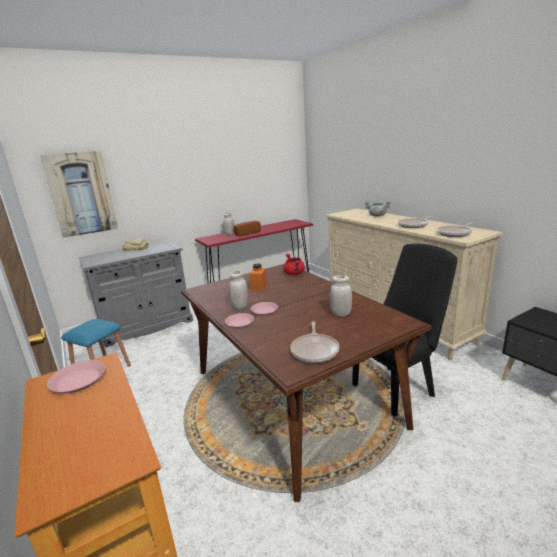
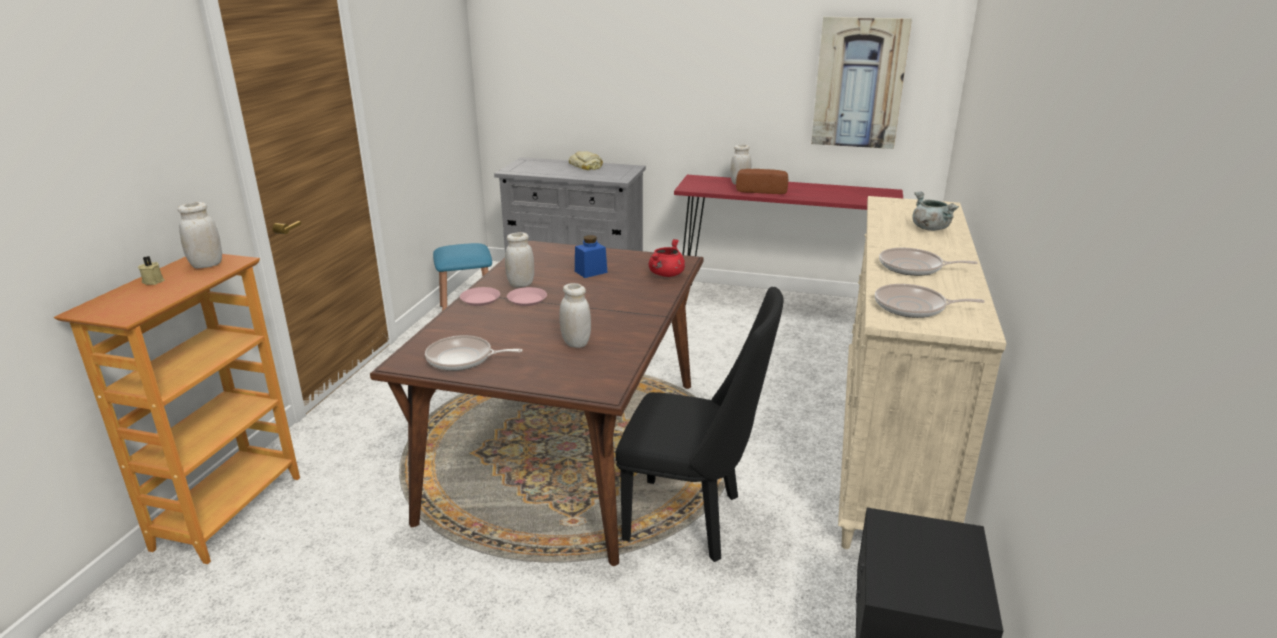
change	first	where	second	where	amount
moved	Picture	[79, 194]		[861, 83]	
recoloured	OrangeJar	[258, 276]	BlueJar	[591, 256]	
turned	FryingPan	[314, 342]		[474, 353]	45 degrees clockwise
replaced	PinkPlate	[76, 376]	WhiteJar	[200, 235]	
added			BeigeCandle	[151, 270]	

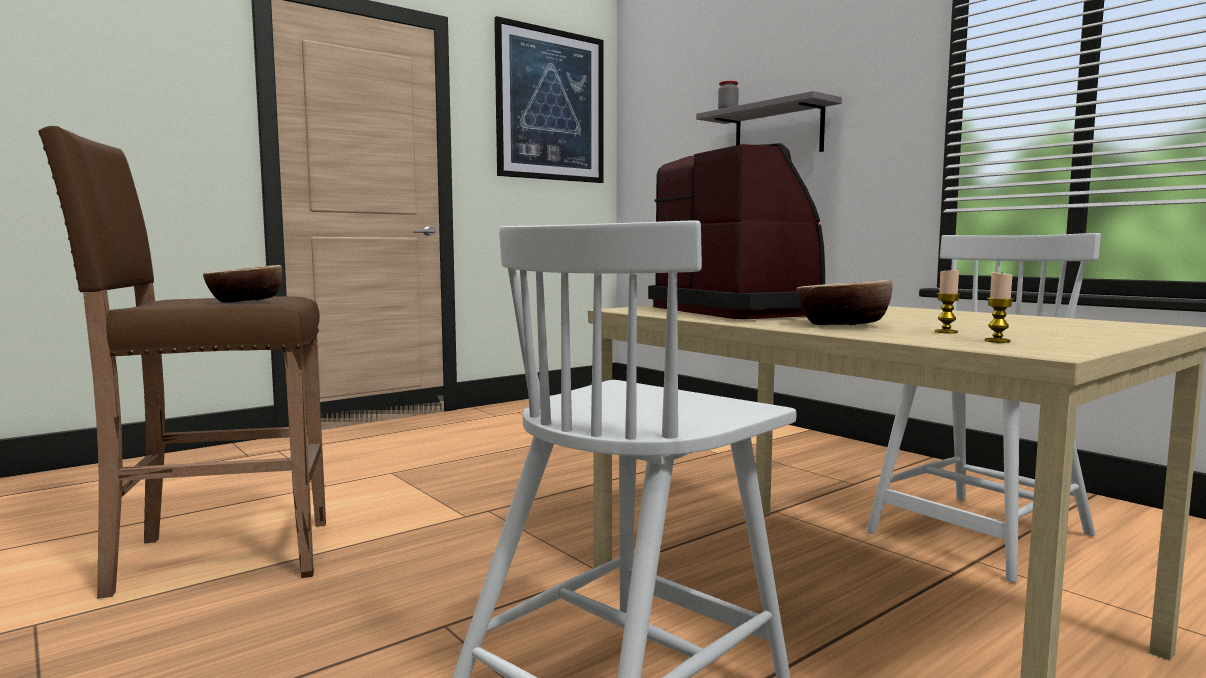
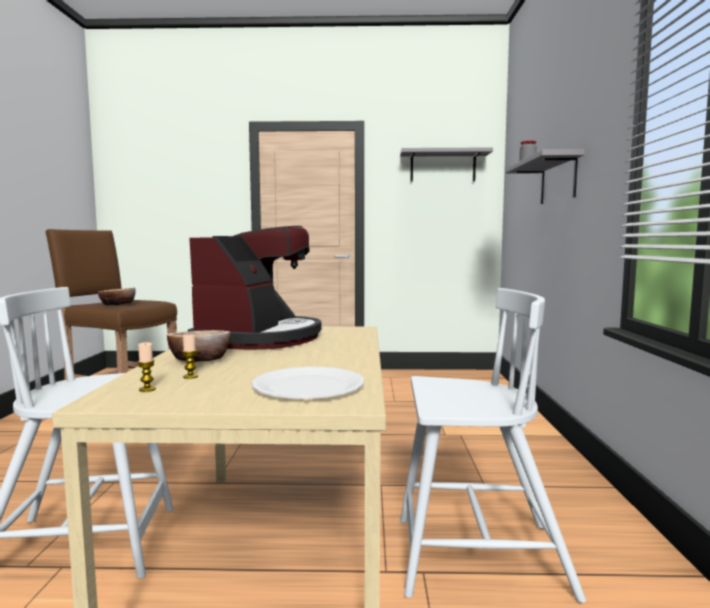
change	first	where	second	where	amount
replaced	Picture	[548, 99]	GreyShelf	[446, 164]	
added			WhitePlate	[308, 383]	

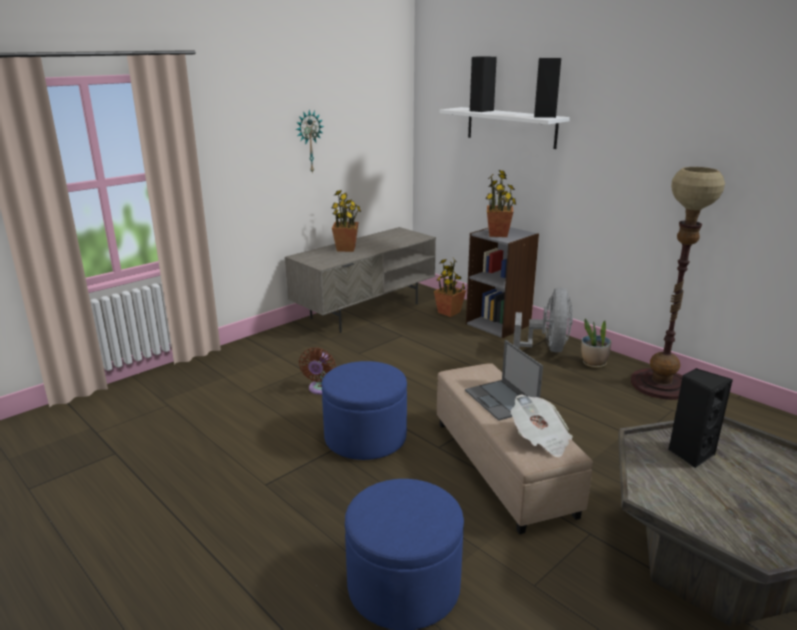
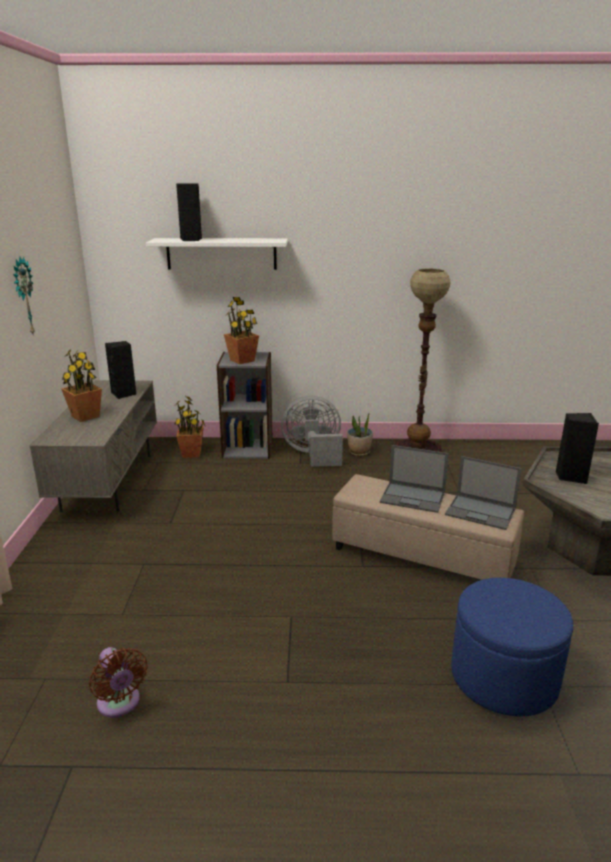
change	first	where	second	where	amount
moved	BlackSpeaker	[547, 88]		[120, 370]	
turned	GreyFan	[543, 319]		[312, 431]	60 degrees counterclockwise
moved	BrownFan	[317, 371]		[118, 682]	
removed	BlueOttoman	[364, 410]			
replaced	Newspaper	[542, 425]	Laptop	[483, 493]	

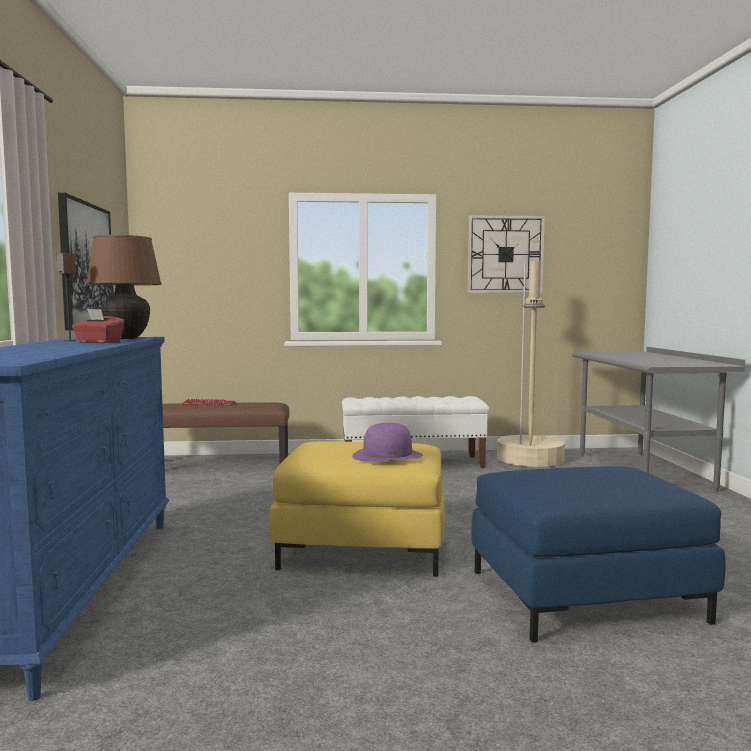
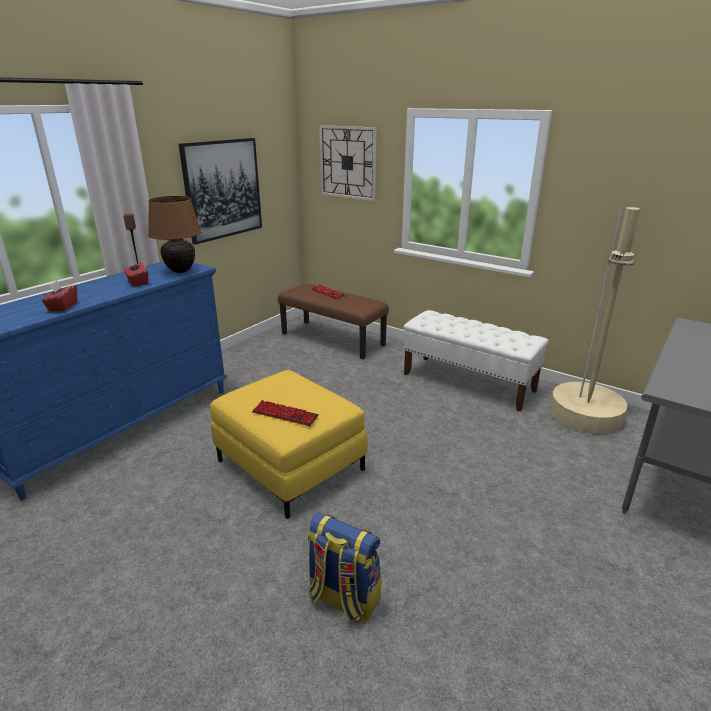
change	first	where	second	where	amount
moved	WallClock	[506, 254]		[348, 163]	
replaced	PurpleHat	[387, 442]	Keyboard	[285, 413]	
replaced	BlueOttoman	[598, 554]	Backpack	[344, 568]	
added			RedTissueBox	[59, 296]	

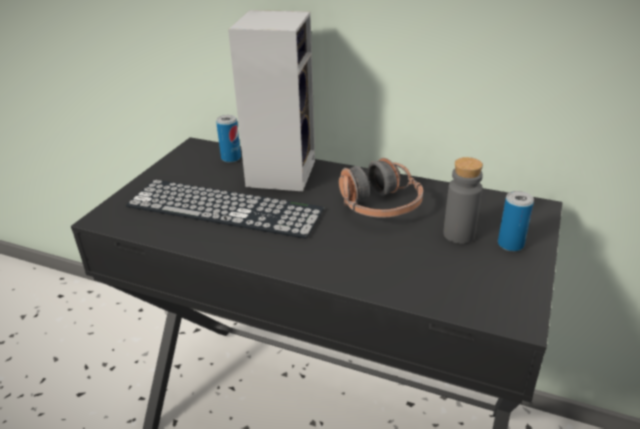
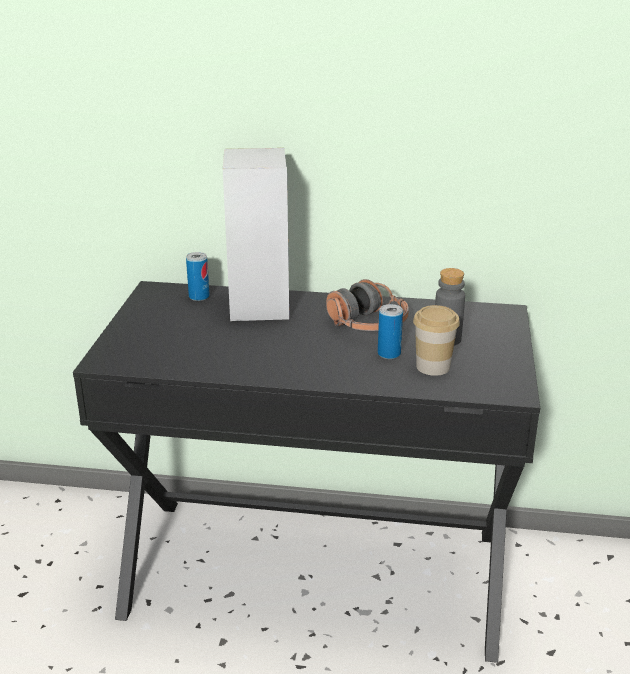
change	first	where	second	where	amount
removed	Keyboard	[225, 209]			
moved	Can	[516, 221]		[390, 331]	
added			Cup	[436, 340]	

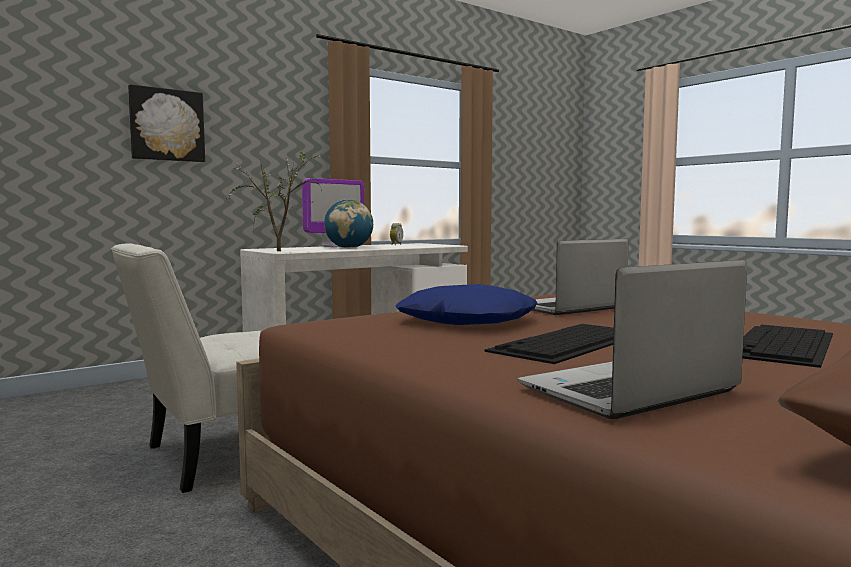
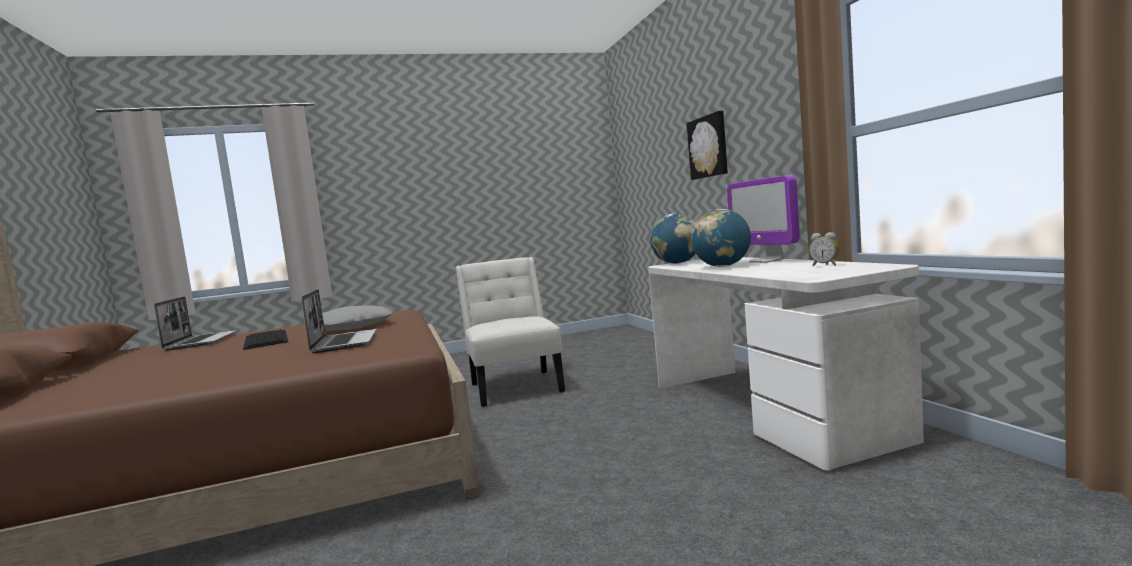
change	first	where	second	where	amount
replaced	PottedPlant	[274, 201]	Globe	[673, 238]	
recoloured	BluePillow	[466, 304]	GreyPillow	[357, 318]	
removed	Keyboard	[787, 346]			

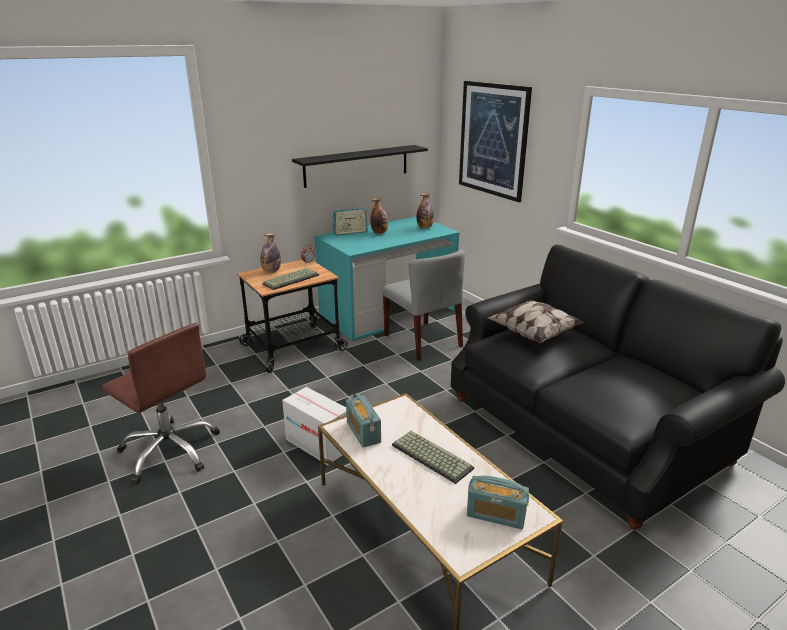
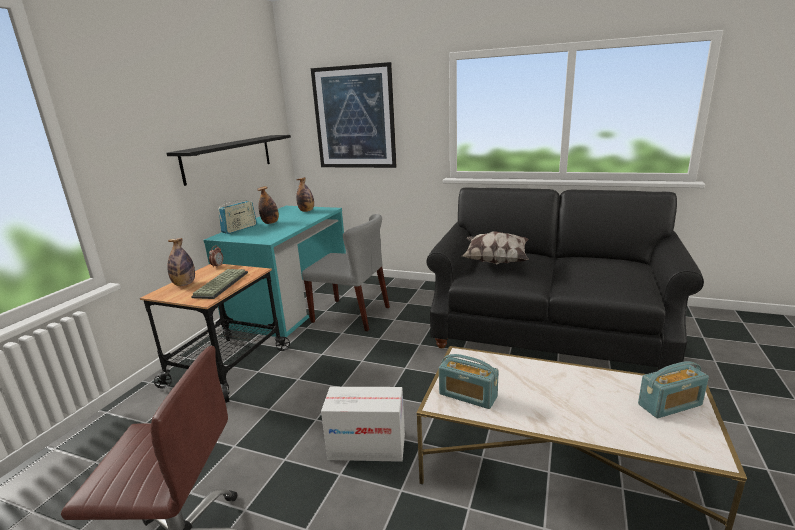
change	first	where	second	where	amount
removed	Keyboard	[433, 457]			

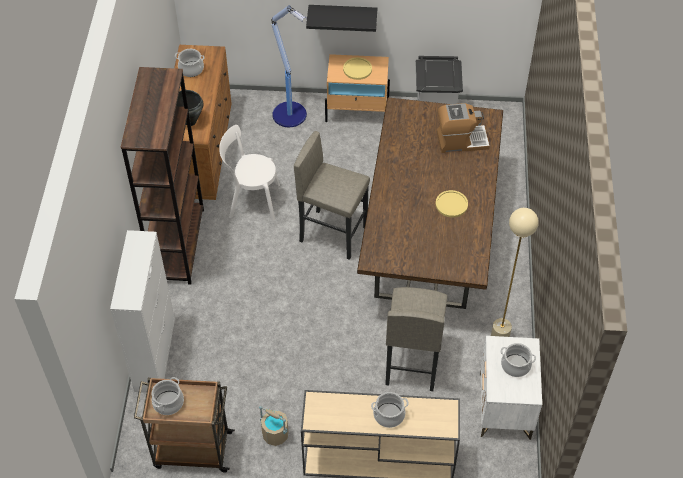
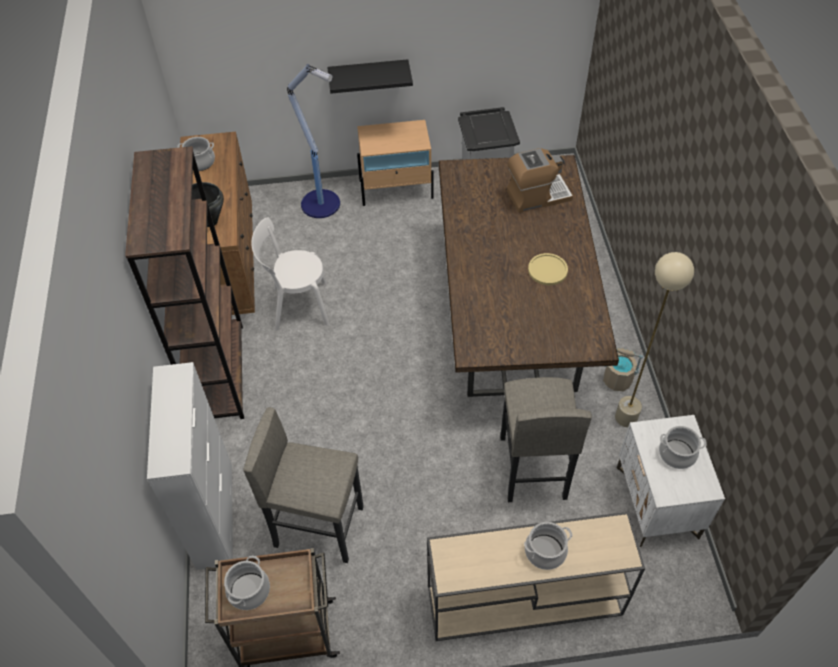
change	first	where	second	where	amount
removed	YellowPlate	[357, 68]			
moved	GreyStool	[332, 195]		[303, 485]	
moved	BeigeBucket	[273, 426]		[623, 369]	

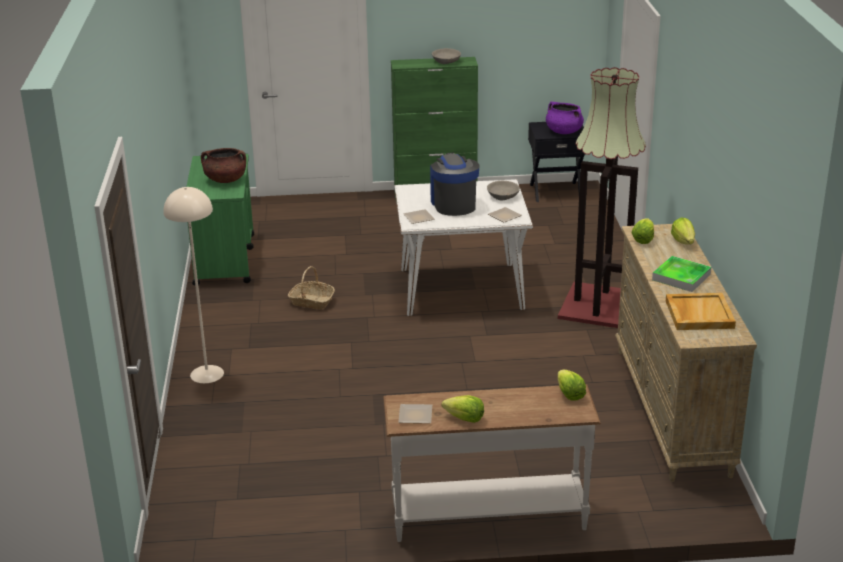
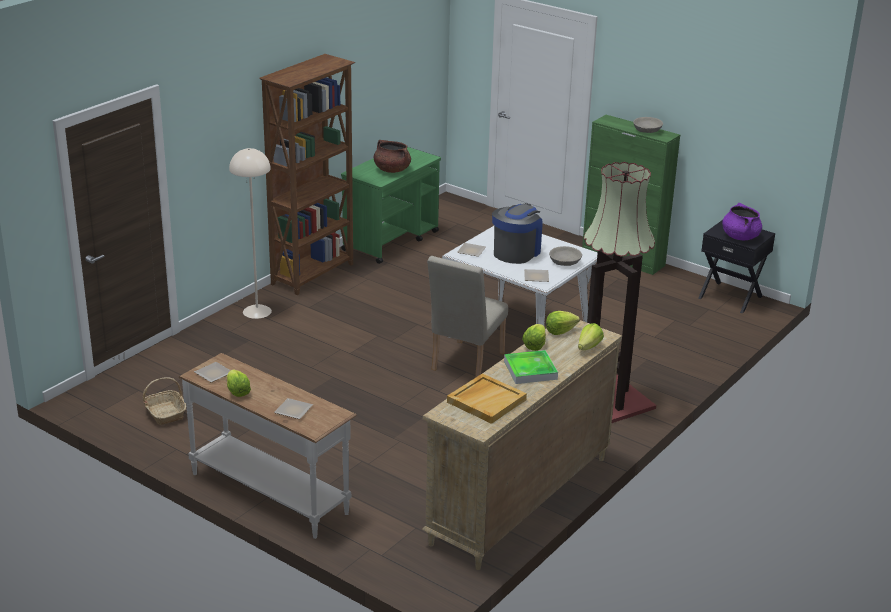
change	first	where	second	where	amount
moved	Basket	[311, 288]		[164, 401]	
moved	Lettuce	[572, 385]		[534, 337]	
added			BrownBookcase	[307, 174]	
added			BeigeChair	[467, 317]	
added			Plate	[293, 408]	

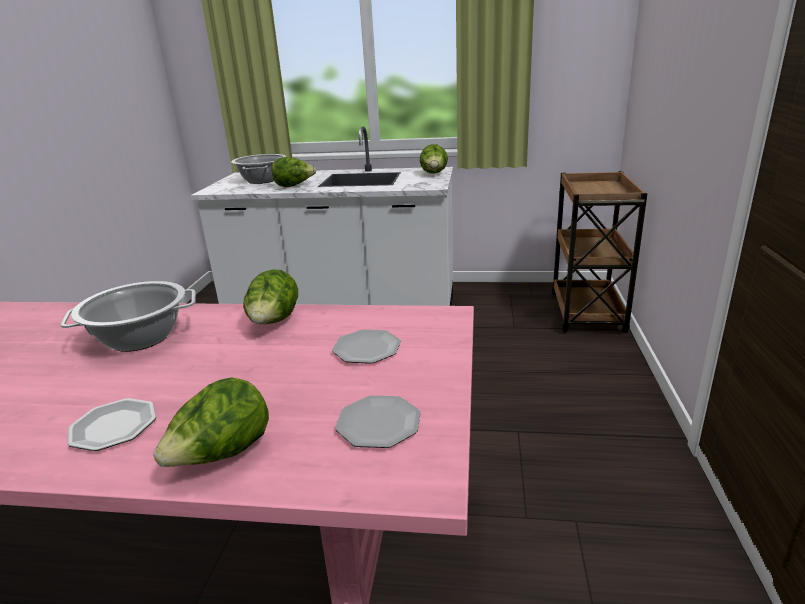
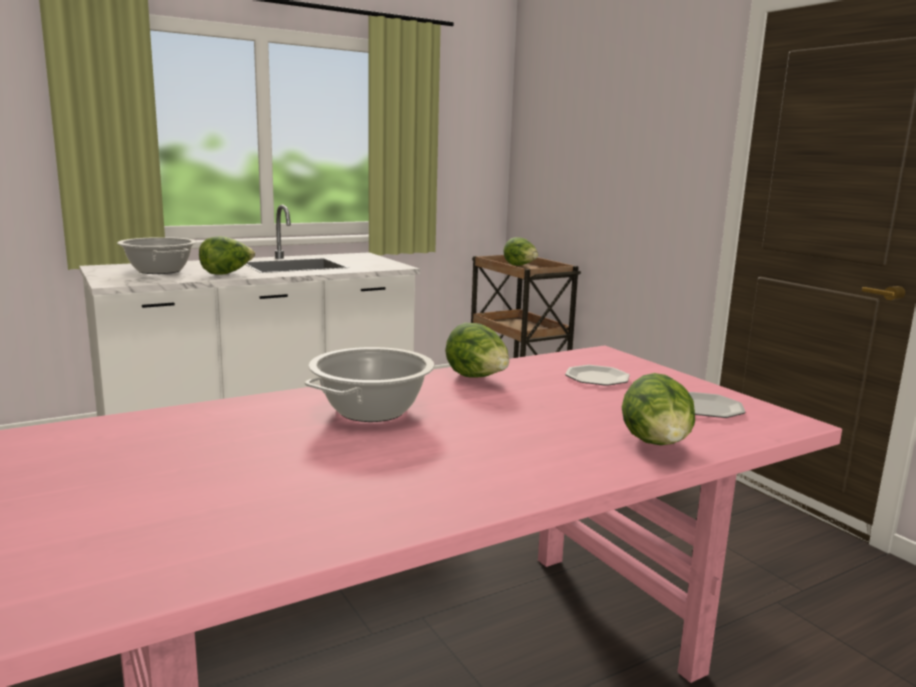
change	first	where	second	where	amount
moved	Lettuce	[434, 159]		[520, 251]	
removed	Plate	[112, 424]			

